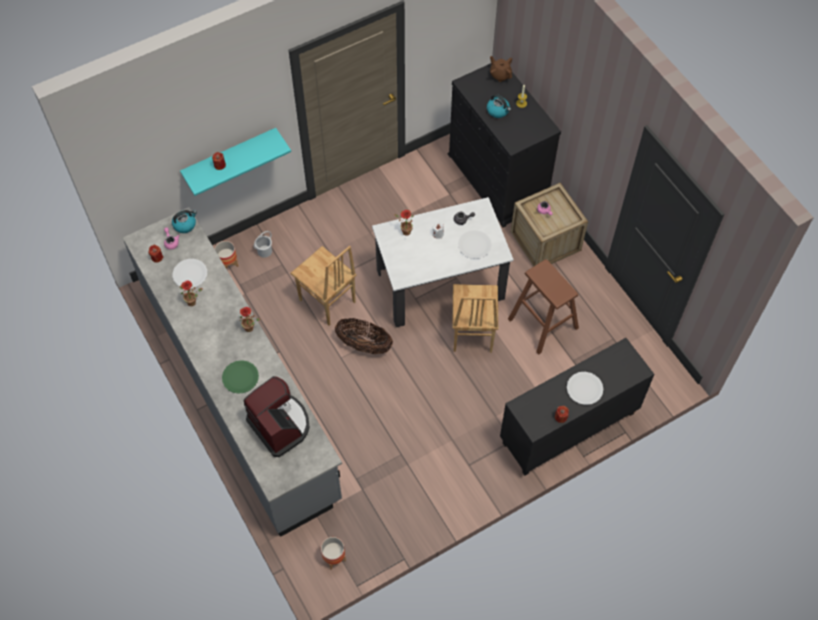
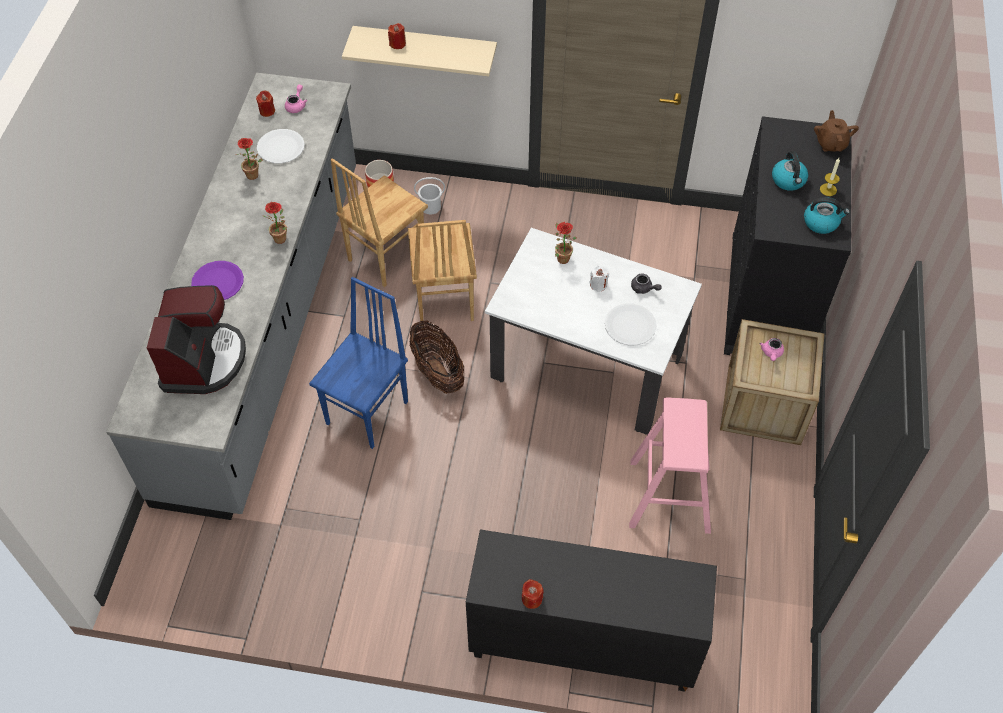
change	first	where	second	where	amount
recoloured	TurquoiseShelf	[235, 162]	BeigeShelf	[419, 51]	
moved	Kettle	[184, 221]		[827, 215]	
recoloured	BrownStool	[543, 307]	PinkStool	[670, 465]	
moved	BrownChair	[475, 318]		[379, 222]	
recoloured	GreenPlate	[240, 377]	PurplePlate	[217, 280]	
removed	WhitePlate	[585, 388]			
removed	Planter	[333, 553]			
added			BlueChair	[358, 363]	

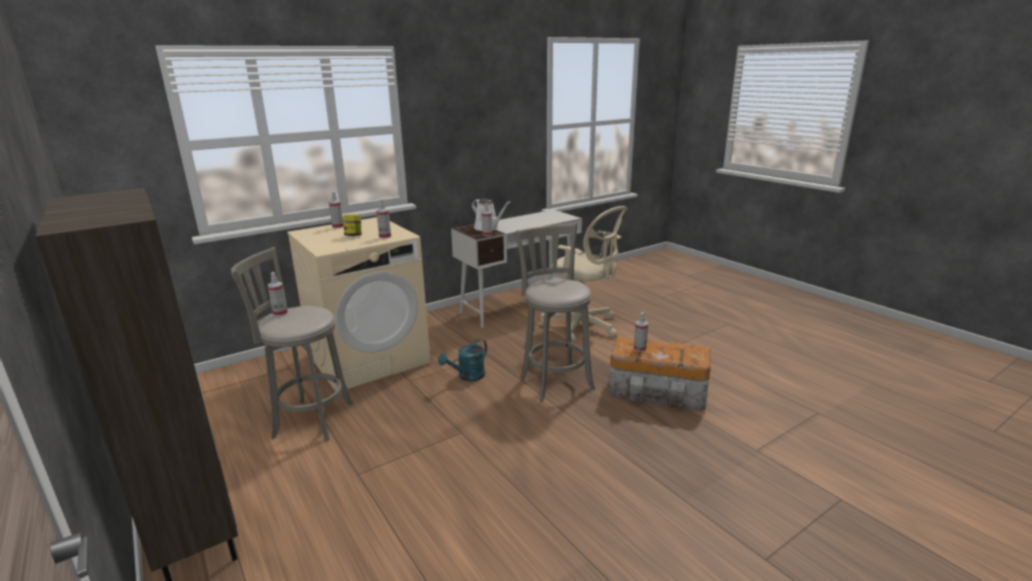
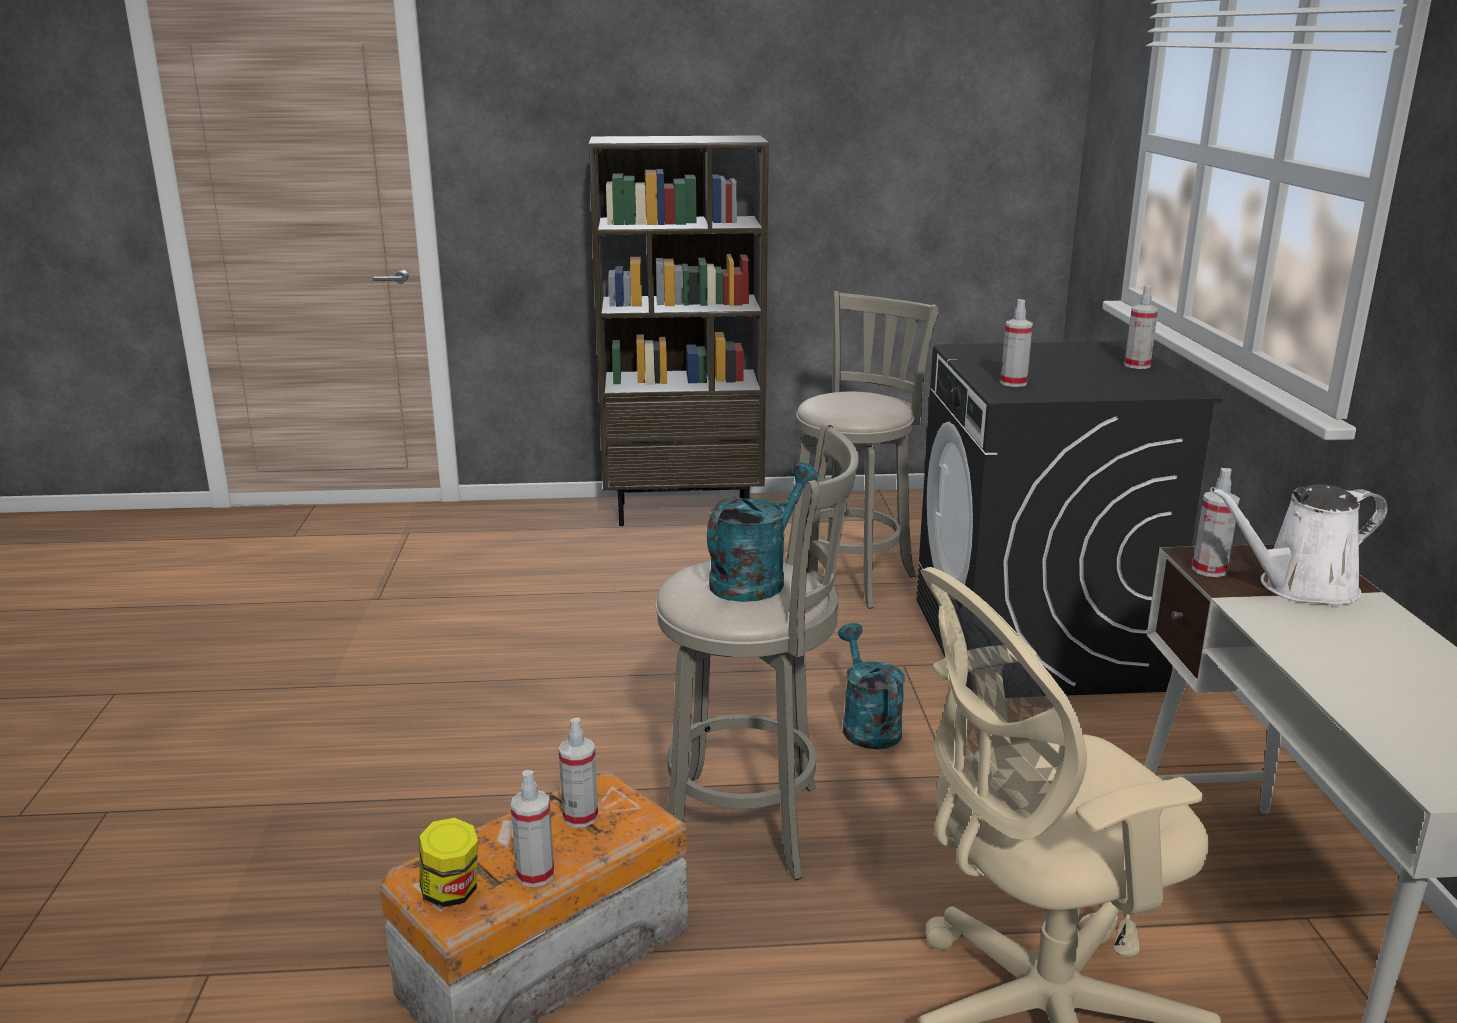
change	first	where	second	where	amount
moved	Jar	[352, 225]		[448, 862]	
recoloured	BeigeWashingMachine	[358, 304]	BlackWashingMachine	[1069, 518]	
moved	SprayBottle	[278, 294]		[532, 828]	
added			TurquoiseWateringCan	[764, 532]	

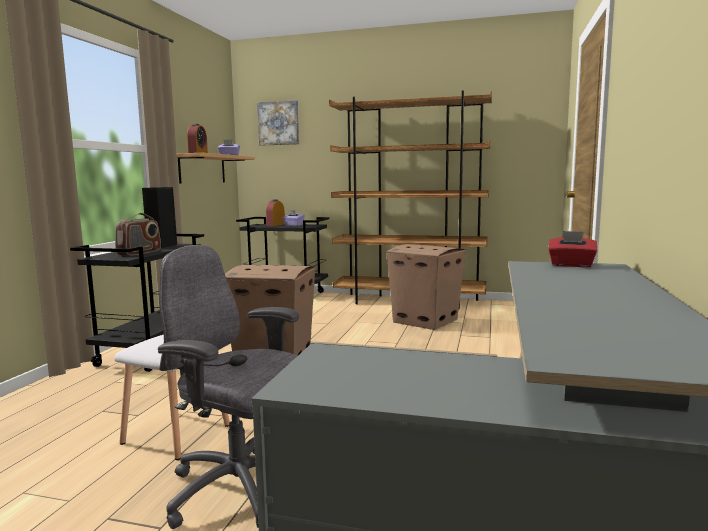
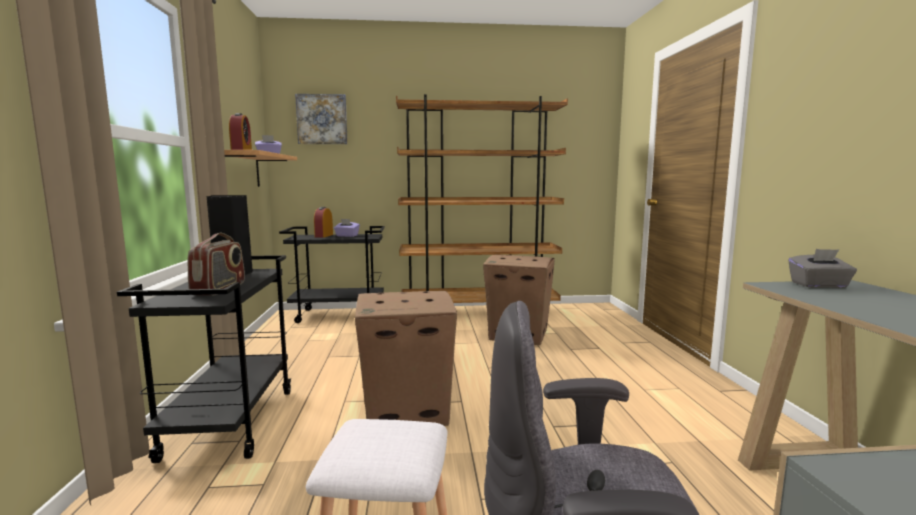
change	first	where	second	where	amount
recoloured	RedTissueBox	[572, 249]	GreyTissueBox	[822, 268]	

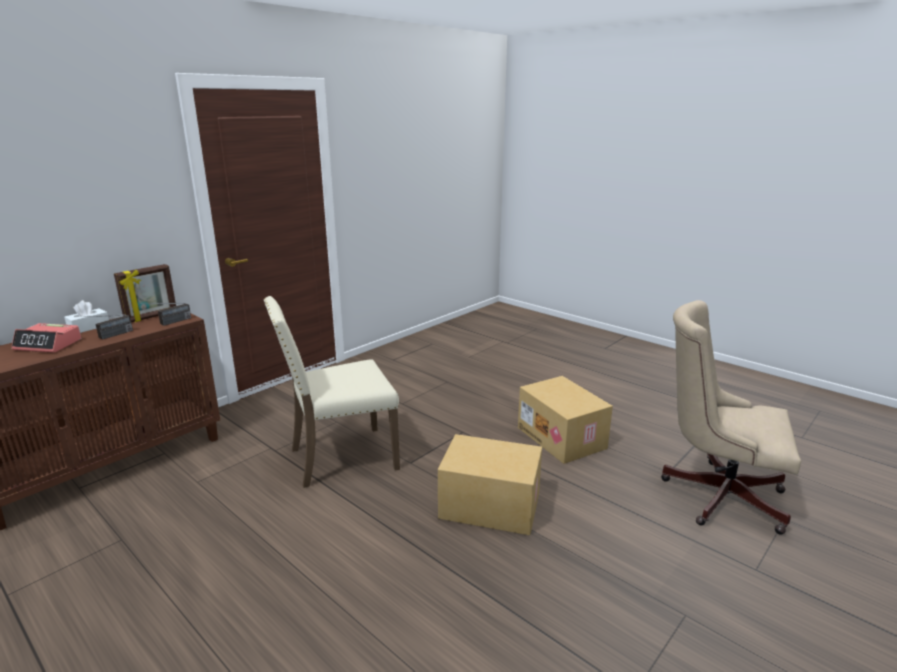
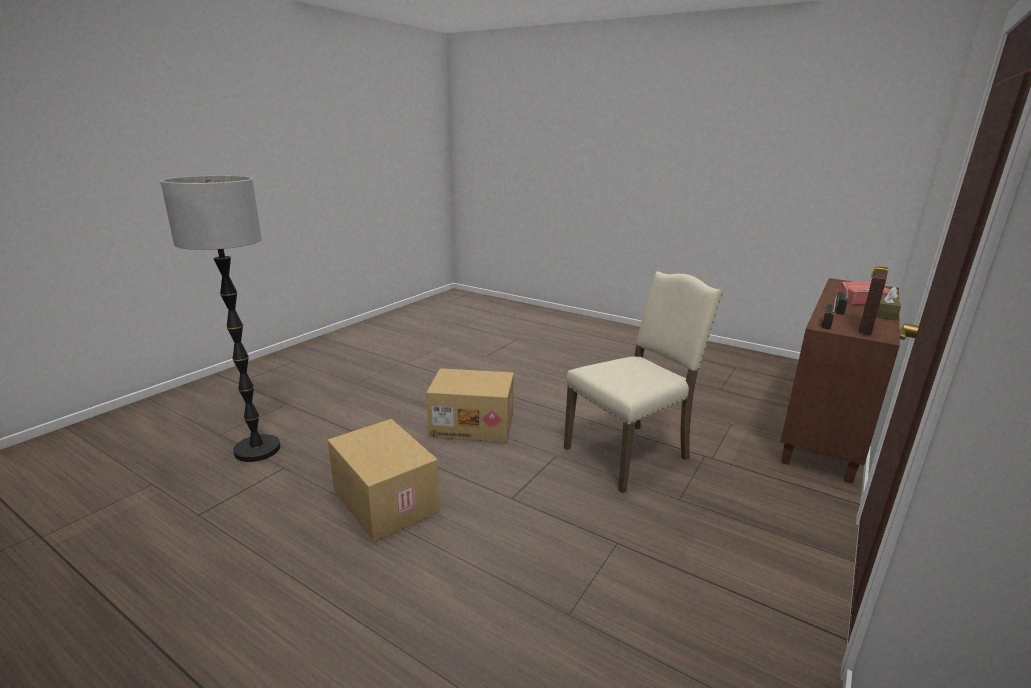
change	first	where	second	where	amount
recoloured	WhiteTissueBox	[86, 316]	BrownTissueBox	[888, 304]	
replaced	BeigeOfficeChair	[731, 417]	FloorLamp	[220, 319]	

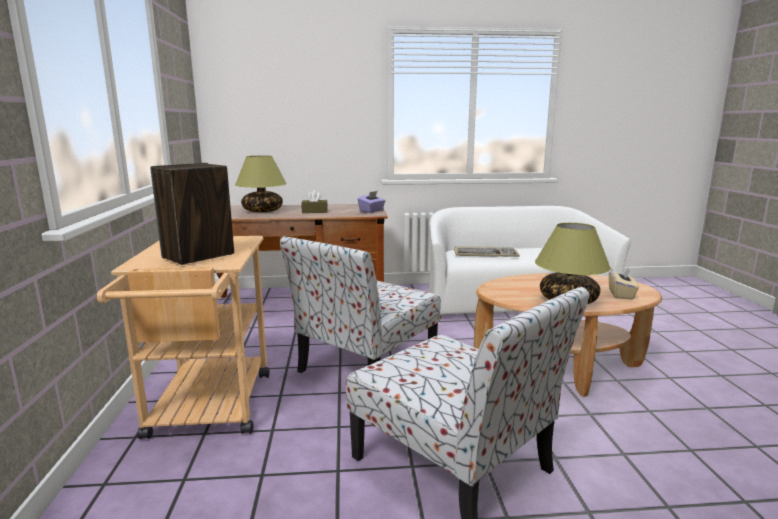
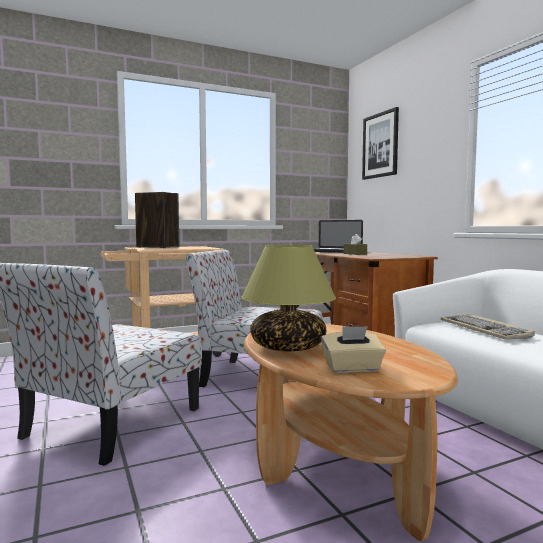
change	first	where	second	where	amount
replaced	TableLamp	[261, 183]	Laptop	[338, 236]	
removed	PurpleTissueBox	[371, 202]			
added			Picture	[380, 143]	

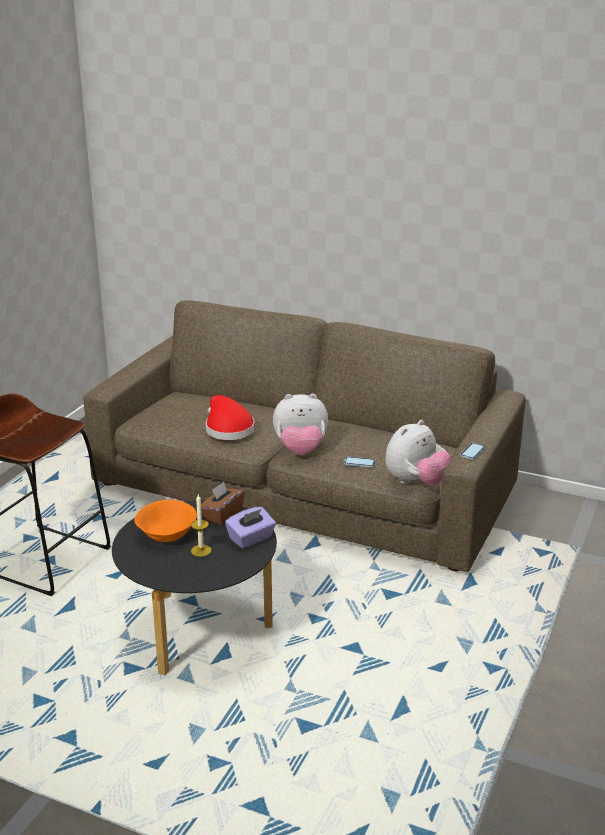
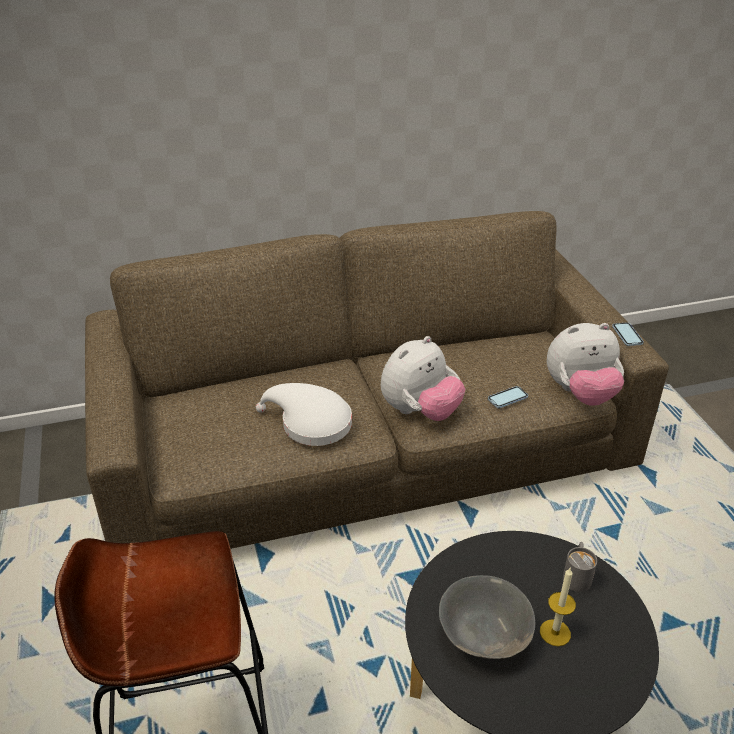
change	first	where	second	where	amount
recoloured	RedHat	[230, 417]	WhiteHat	[304, 414]	
turned	PlushToy	[418, 453]		[585, 364]	75 degrees clockwise
removed	BrownTissueBox	[223, 503]			
recoloured	OrangeBowl	[165, 521]	GreyBowl	[487, 617]	
replaced	PurpleTissueBox	[250, 528]	GreyMug	[580, 567]	

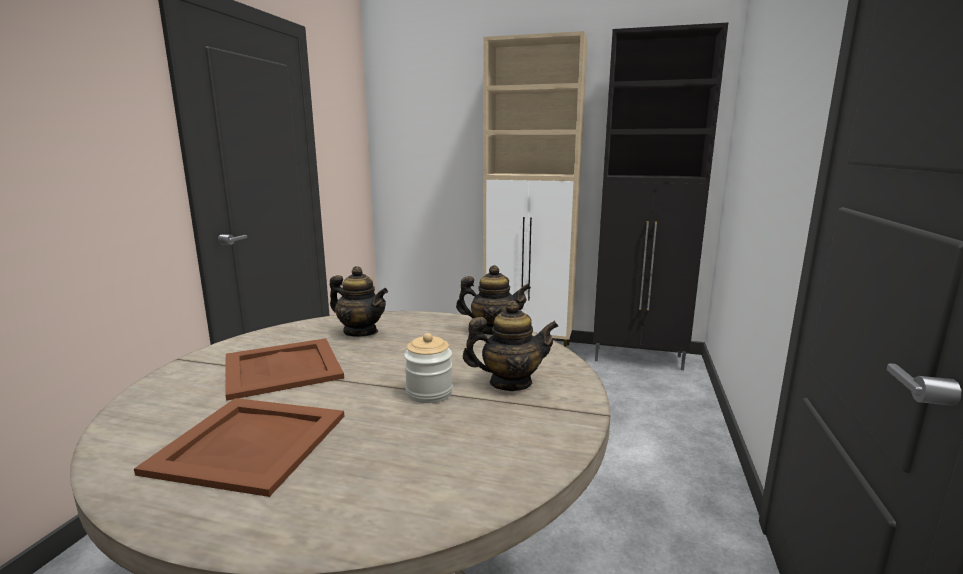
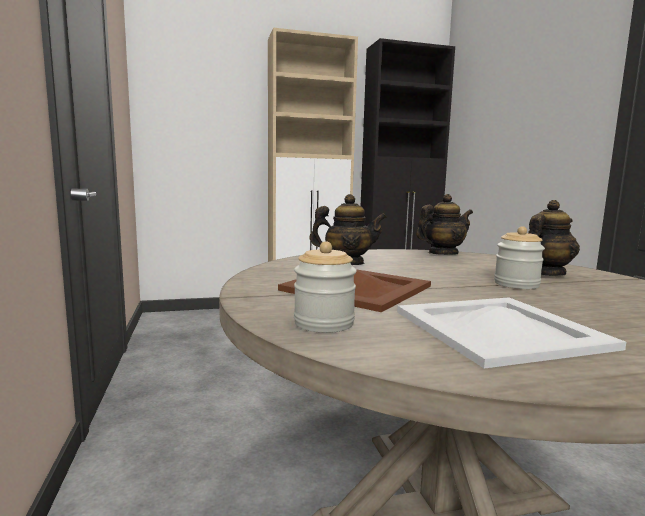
change	first	where	second	where	amount
recoloured	BrownTray	[239, 447]	WhiteTray	[511, 333]	
added			Jar	[325, 287]	

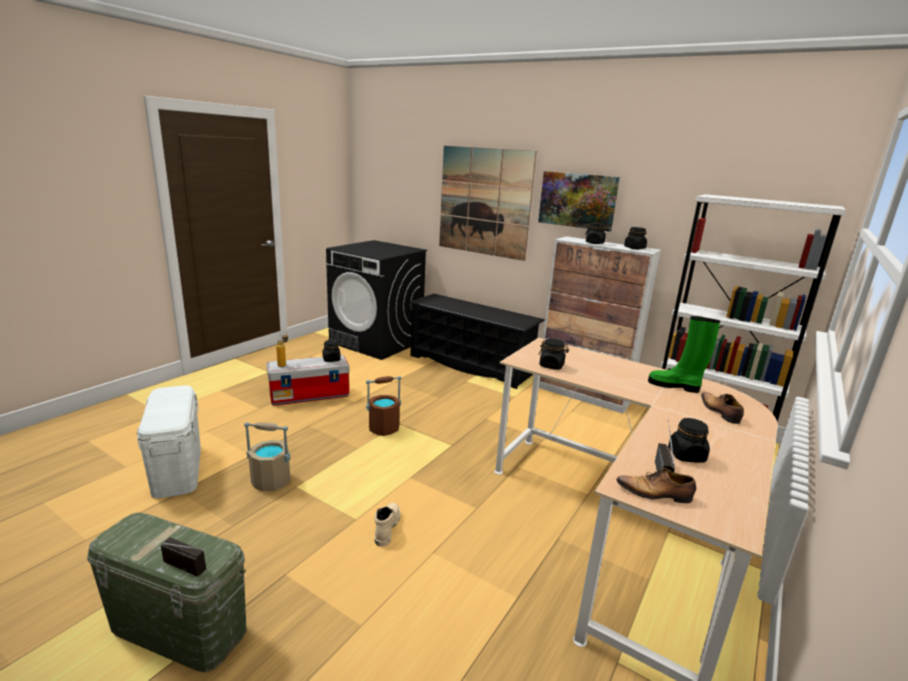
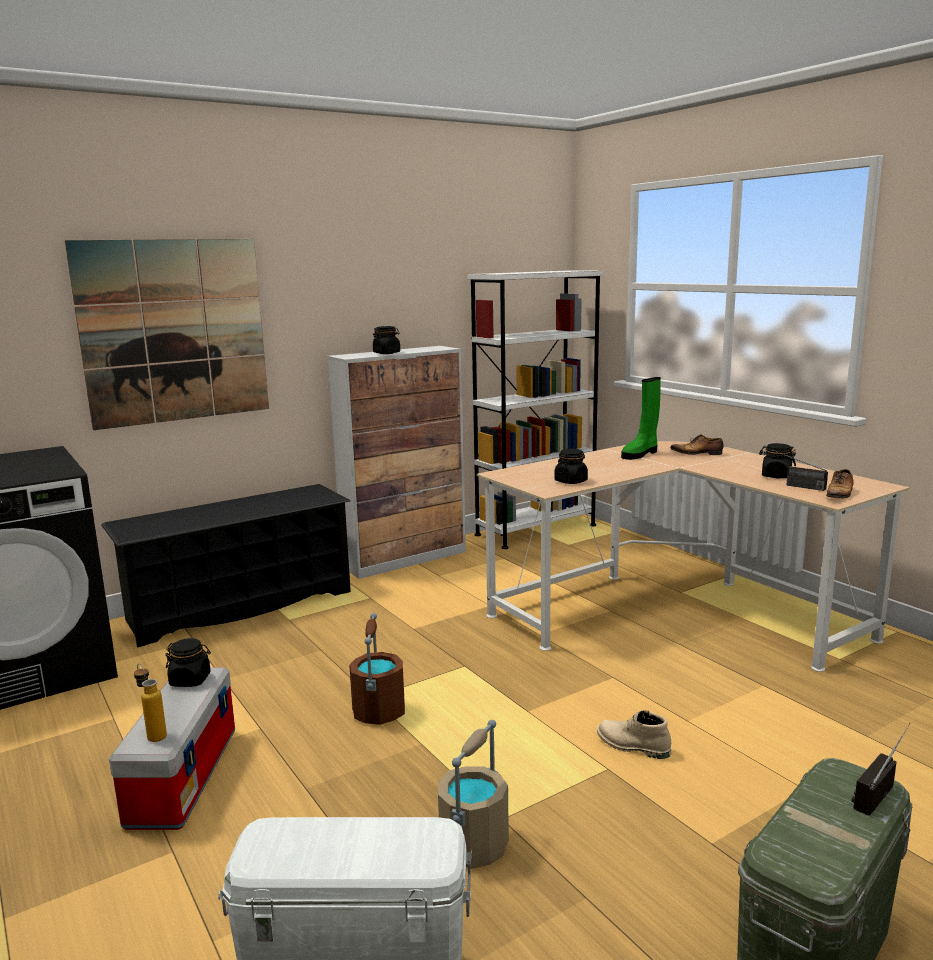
change	first	where	second	where	amount
removed	Picture	[579, 201]			
removed	BlackJar	[635, 238]			

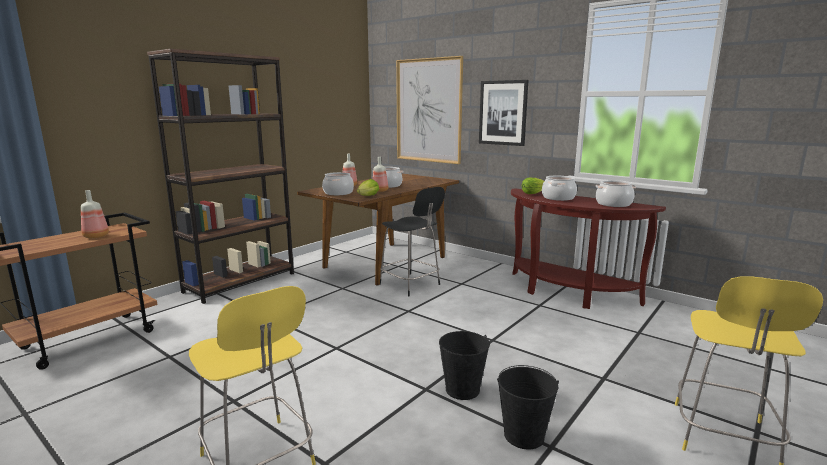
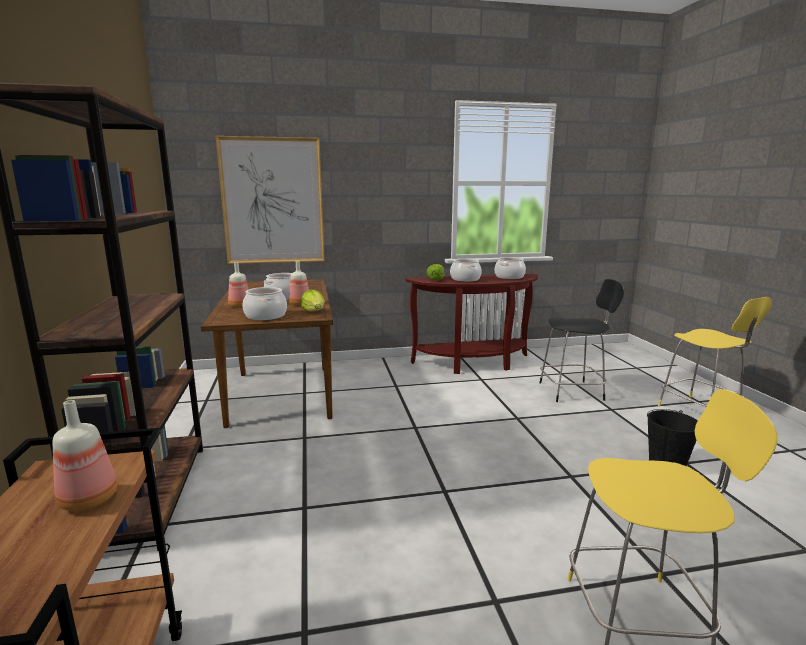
change	first	where	second	where	amount
removed	Picture	[503, 113]			
moved	BlackChair	[412, 242]		[581, 340]	
removed	BlackBucket	[464, 365]			

